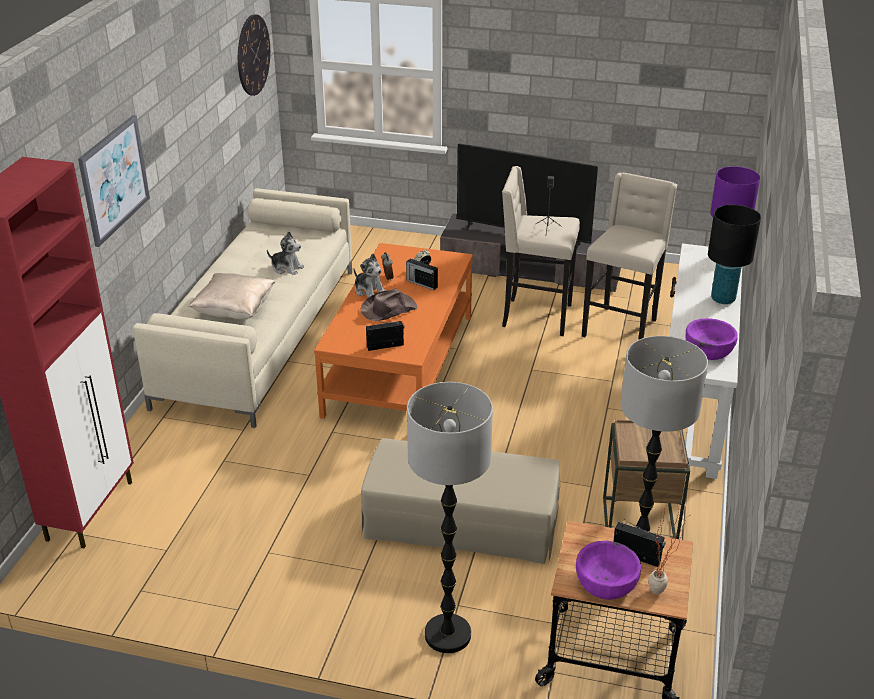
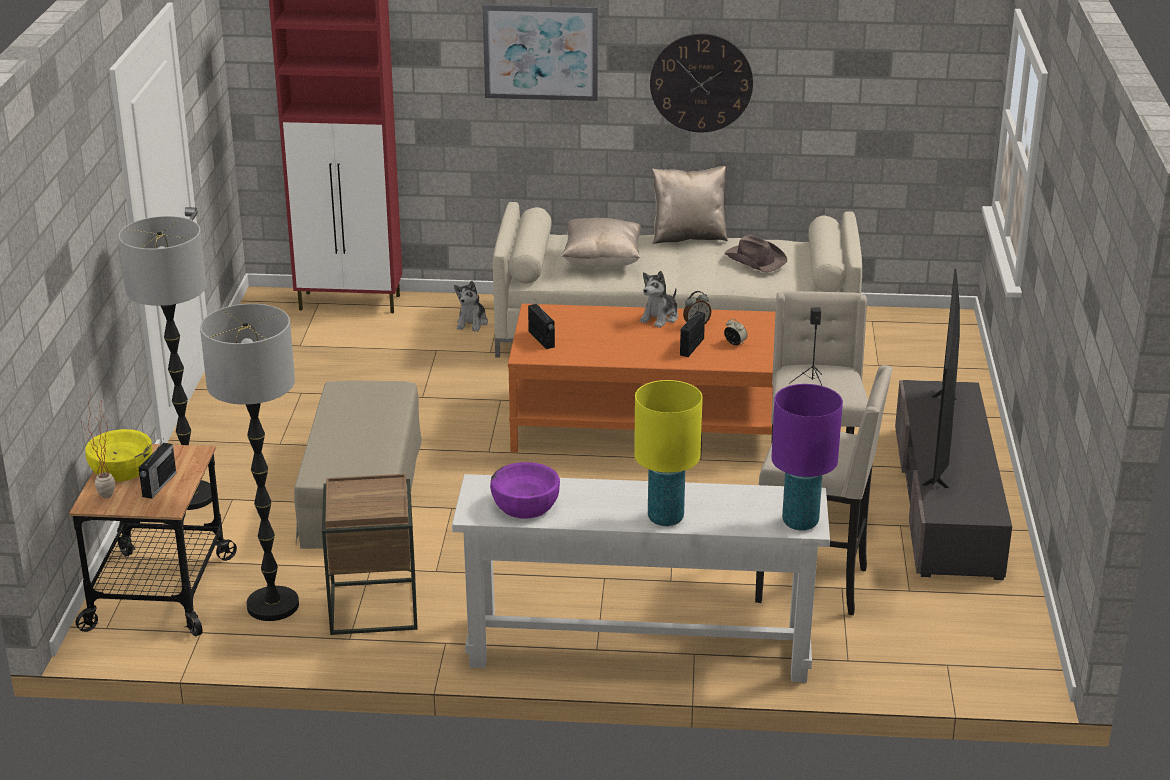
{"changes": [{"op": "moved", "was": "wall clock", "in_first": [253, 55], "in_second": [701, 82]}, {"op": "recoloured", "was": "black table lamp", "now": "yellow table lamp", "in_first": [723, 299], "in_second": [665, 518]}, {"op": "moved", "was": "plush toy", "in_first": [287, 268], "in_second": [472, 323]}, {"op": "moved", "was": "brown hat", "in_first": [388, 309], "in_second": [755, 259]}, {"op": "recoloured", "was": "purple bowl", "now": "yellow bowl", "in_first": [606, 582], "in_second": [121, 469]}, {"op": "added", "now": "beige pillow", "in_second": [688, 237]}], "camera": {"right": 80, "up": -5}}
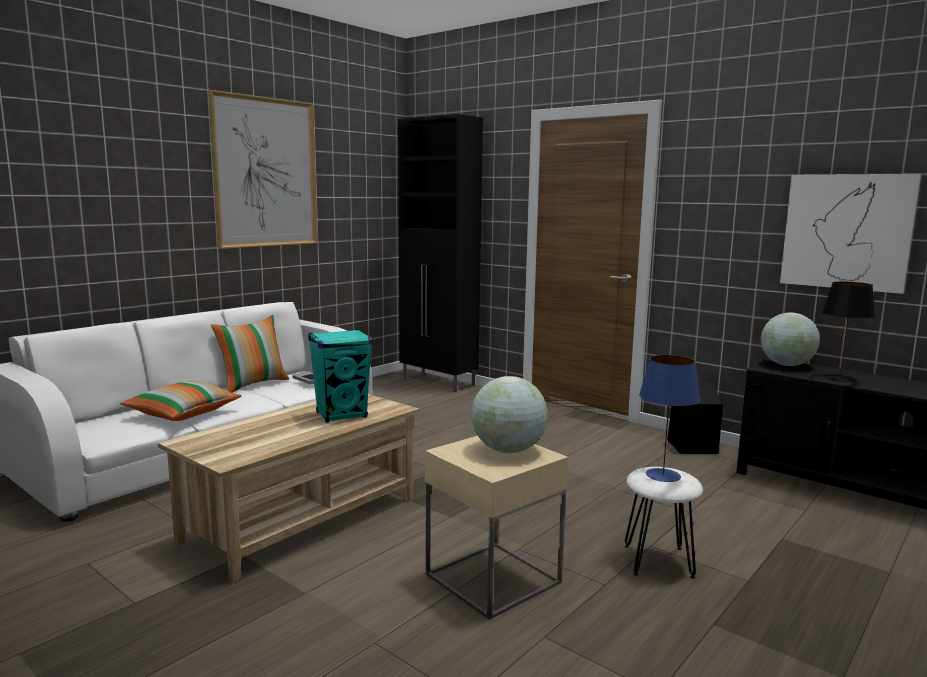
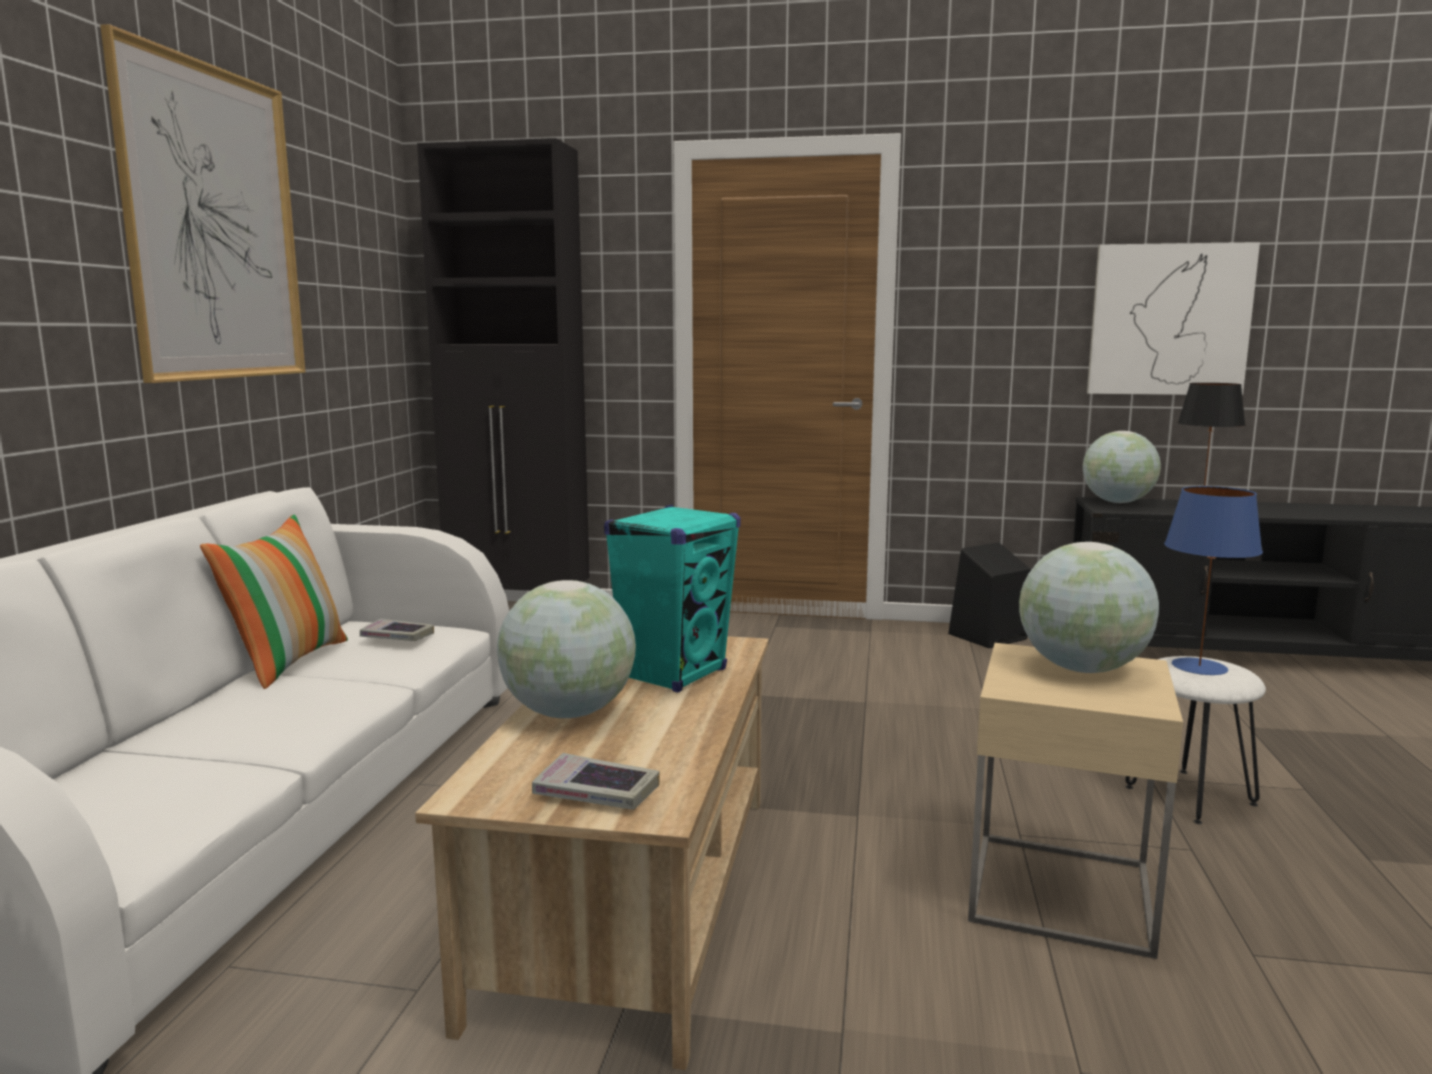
{"changes": [{"op": "removed", "was": "pillow", "in_first": [183, 414]}, {"op": "added", "now": "globe", "in_second": [568, 713]}, {"op": "added", "now": "book", "in_second": [596, 792]}], "camera": {"right": -30, "up": 0}}
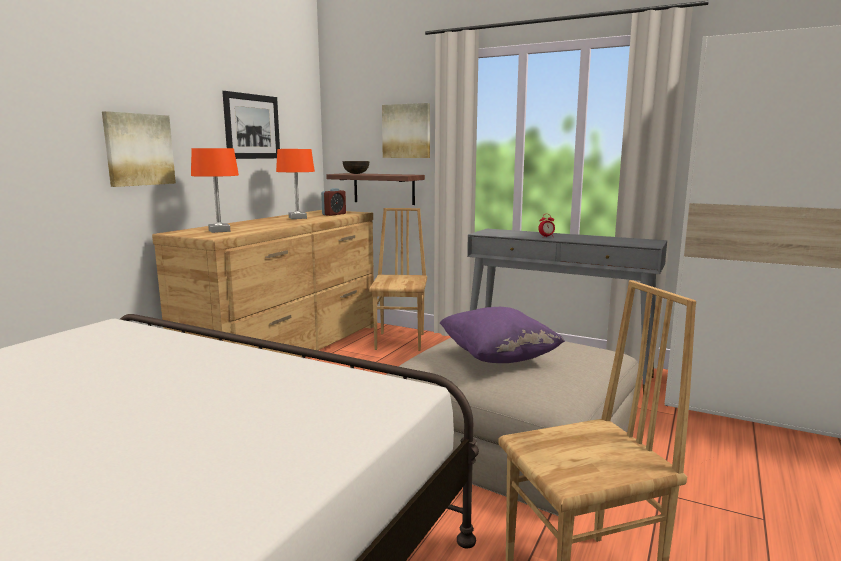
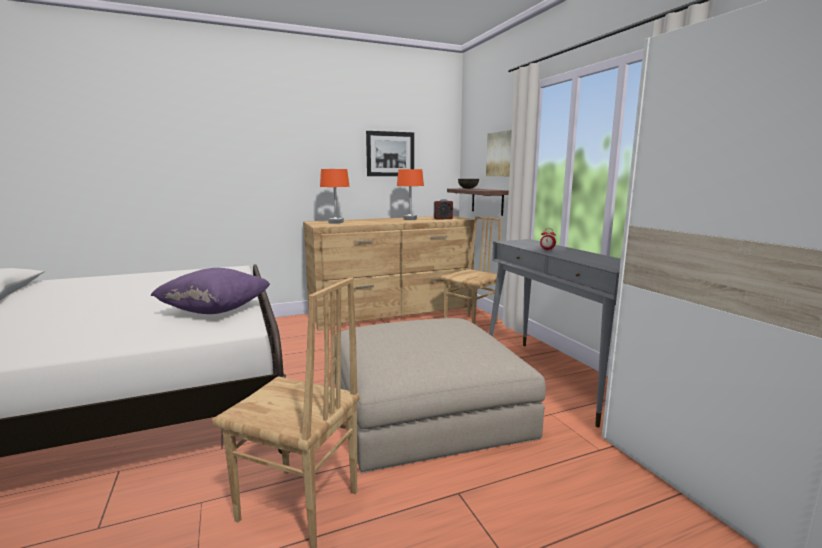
{"changes": [{"op": "removed", "was": "picture", "in_first": [138, 149]}, {"op": "moved", "was": "purple pillow", "in_first": [498, 358], "in_second": [216, 310]}], "camera": {"right": 40, "up": 0}}
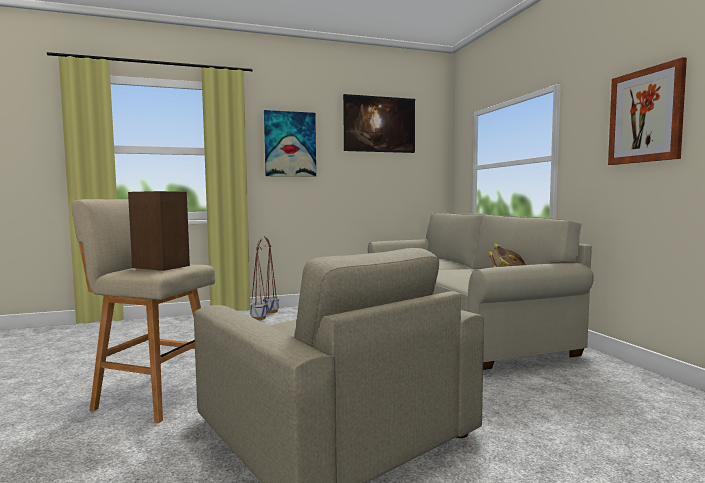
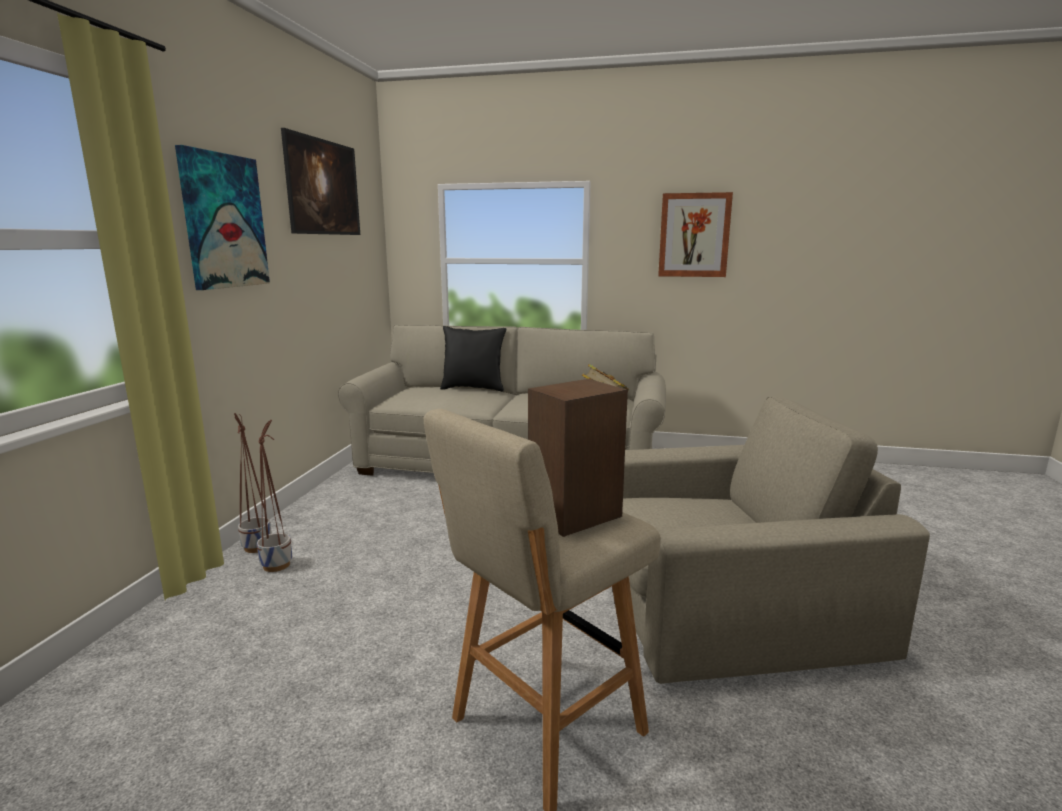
{"changes": [{"op": "added", "now": "black pillow", "in_second": [473, 388]}], "camera": {"right": -60, "up": 10}}
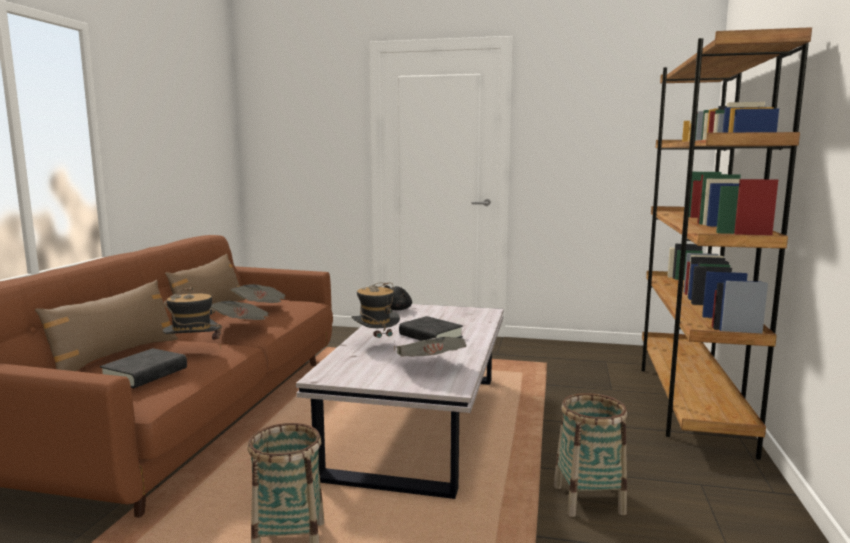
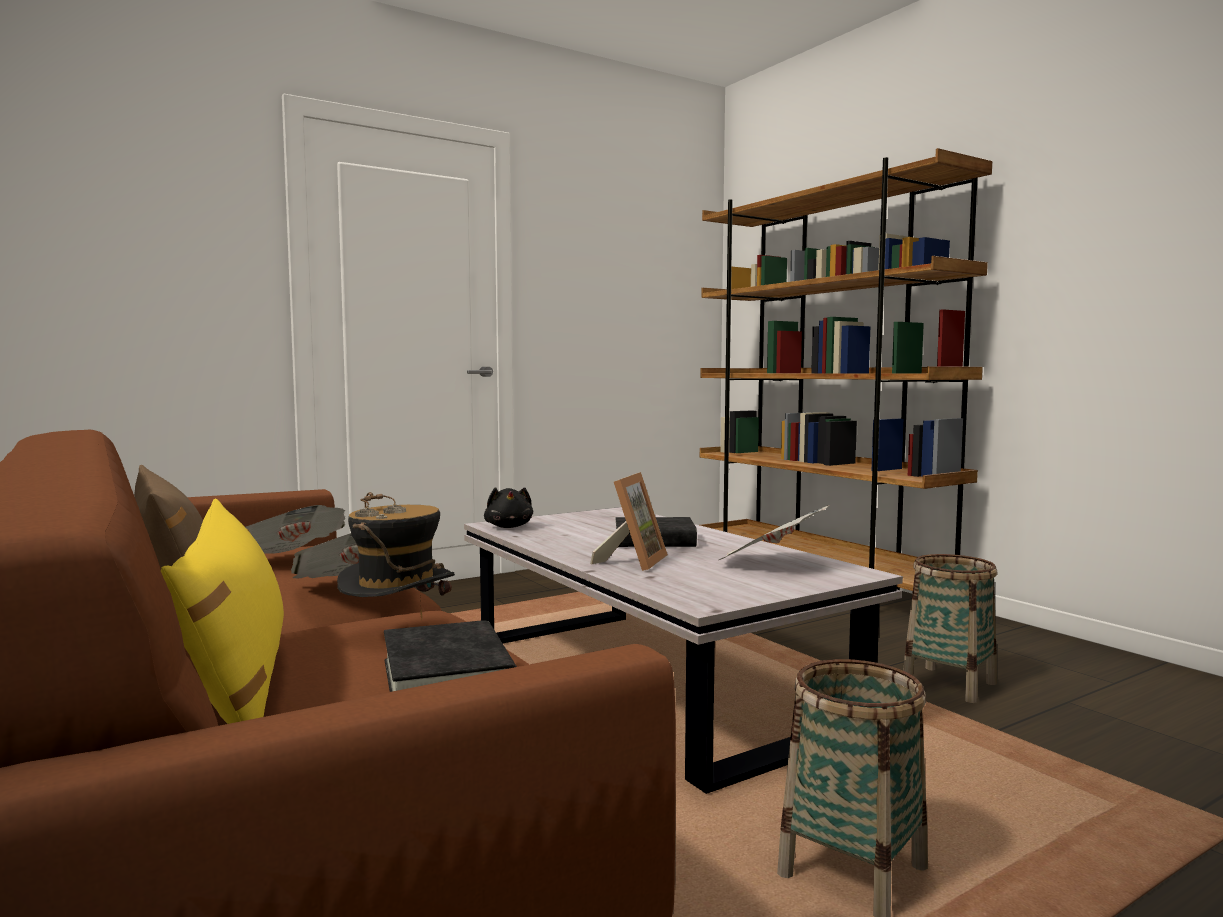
{"changes": [{"op": "recoloured", "was": "brown pillow", "now": "yellow pillow", "in_first": [115, 356], "in_second": [235, 686]}, {"op": "replaced", "was": "hat", "now": "picture frame", "in_first": [376, 345], "in_second": [632, 562]}], "camera": {"right": -45, "up": -5}}
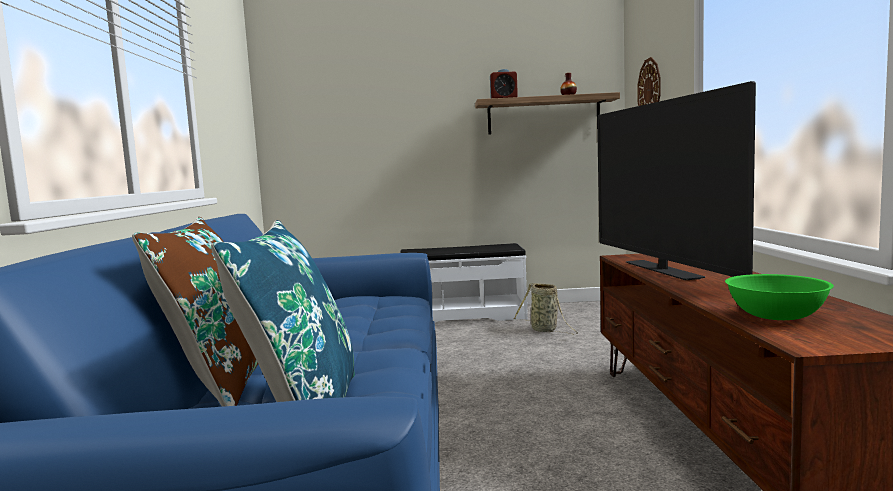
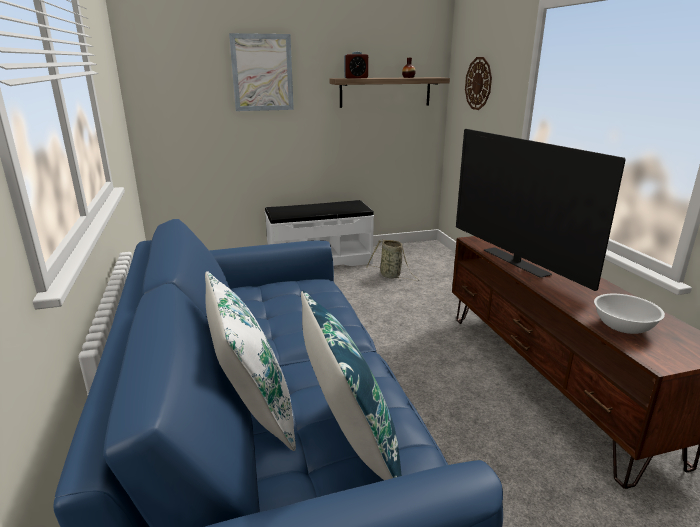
{"changes": [{"op": "recoloured", "was": "brown pillow", "now": "white pillow", "in_first": [221, 382], "in_second": [253, 410]}, {"op": "recoloured", "was": "green bowl", "now": "white bowl", "in_first": [775, 316], "in_second": [623, 327]}, {"op": "added", "now": "picture", "in_second": [262, 73]}], "camera": {"right": -15, "up": 15}}
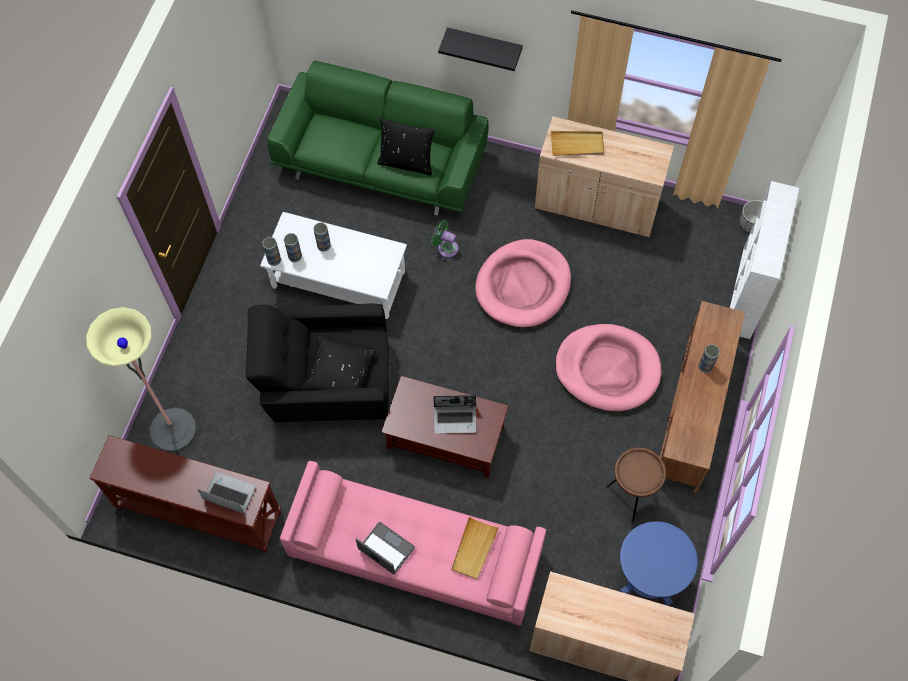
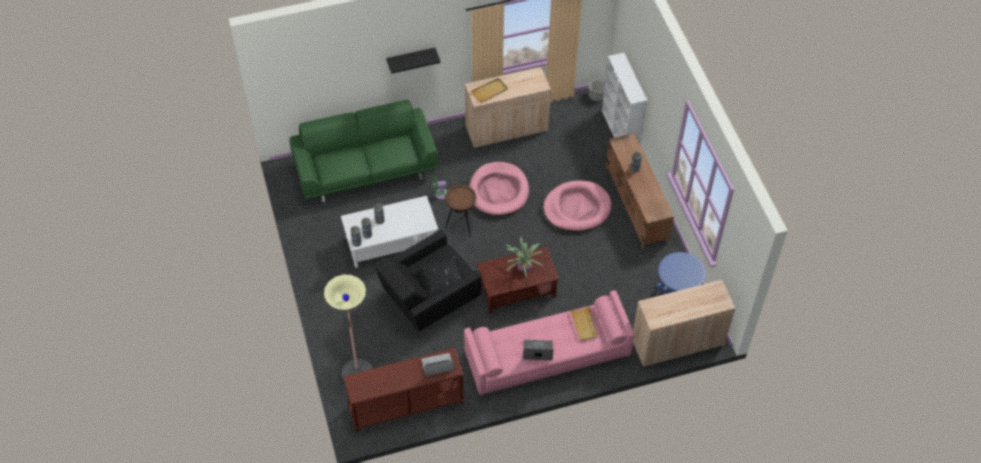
{"changes": [{"op": "removed", "was": "black pillow", "in_first": [407, 162]}, {"op": "replaced", "was": "laptop", "now": "potted plant", "in_first": [455, 419], "in_second": [524, 268]}, {"op": "moved", "was": "brown side table", "in_first": [630, 497], "in_second": [461, 226]}], "camera": {"right": -35, "up": -10}}
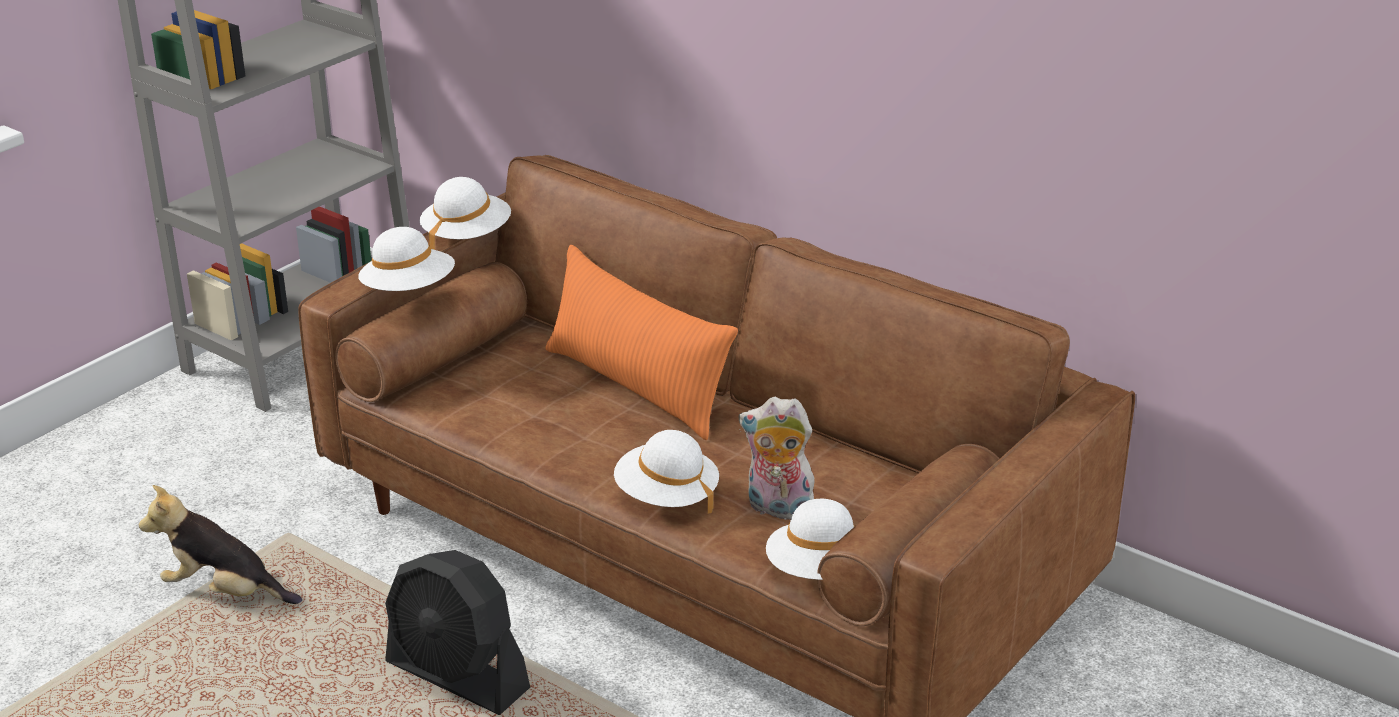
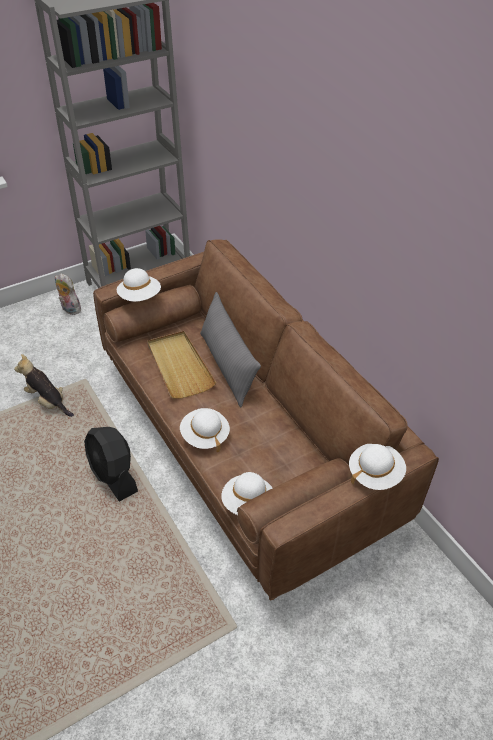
{"changes": [{"op": "moved", "was": "white hat", "in_first": [466, 236], "in_second": [375, 473]}, {"op": "recoloured", "was": "orange pillow", "now": "grey pillow", "in_first": [636, 387], "in_second": [227, 366]}, {"op": "moved", "was": "plush toy", "in_first": [777, 509], "in_second": [69, 309]}, {"op": "added", "now": "beige tray", "in_second": [179, 366]}], "camera": {"right": 20, "up": 15}}
